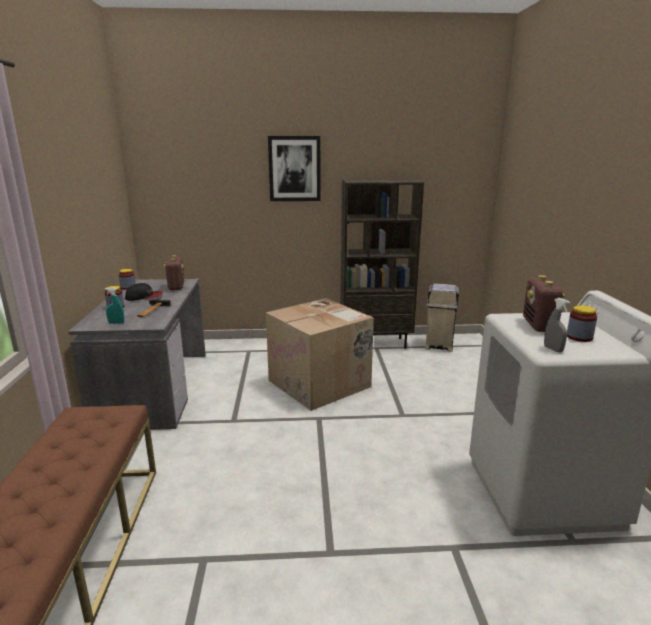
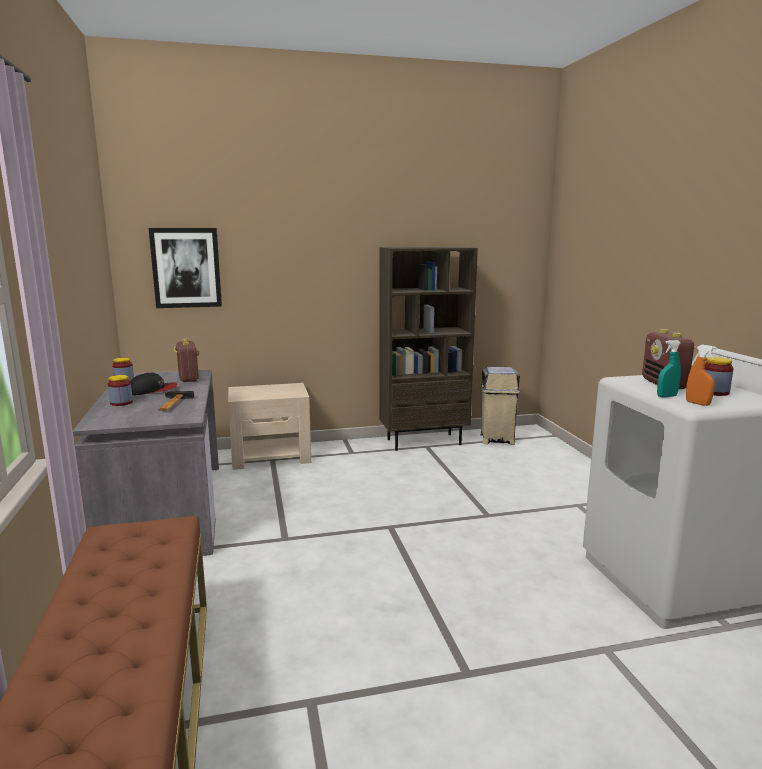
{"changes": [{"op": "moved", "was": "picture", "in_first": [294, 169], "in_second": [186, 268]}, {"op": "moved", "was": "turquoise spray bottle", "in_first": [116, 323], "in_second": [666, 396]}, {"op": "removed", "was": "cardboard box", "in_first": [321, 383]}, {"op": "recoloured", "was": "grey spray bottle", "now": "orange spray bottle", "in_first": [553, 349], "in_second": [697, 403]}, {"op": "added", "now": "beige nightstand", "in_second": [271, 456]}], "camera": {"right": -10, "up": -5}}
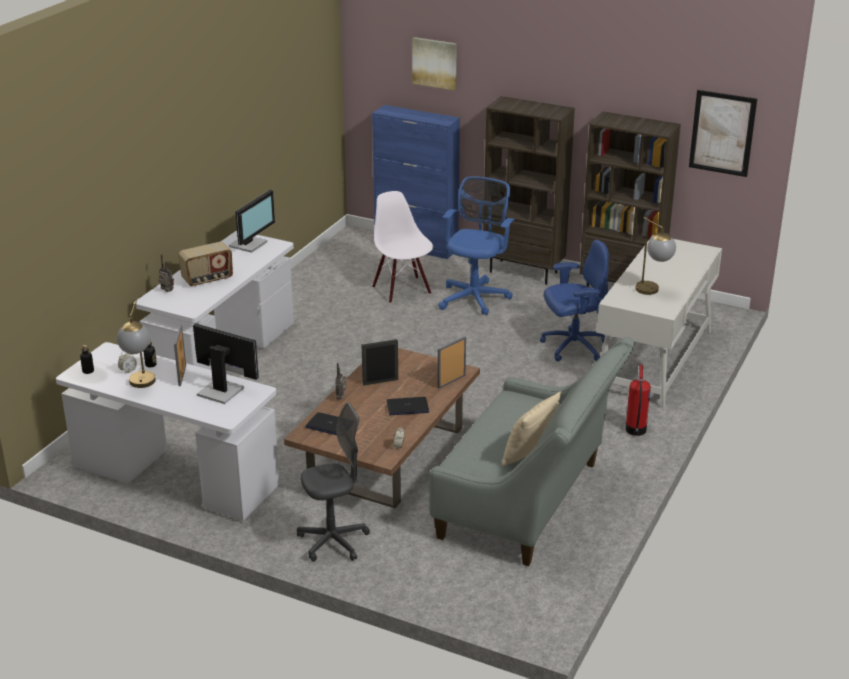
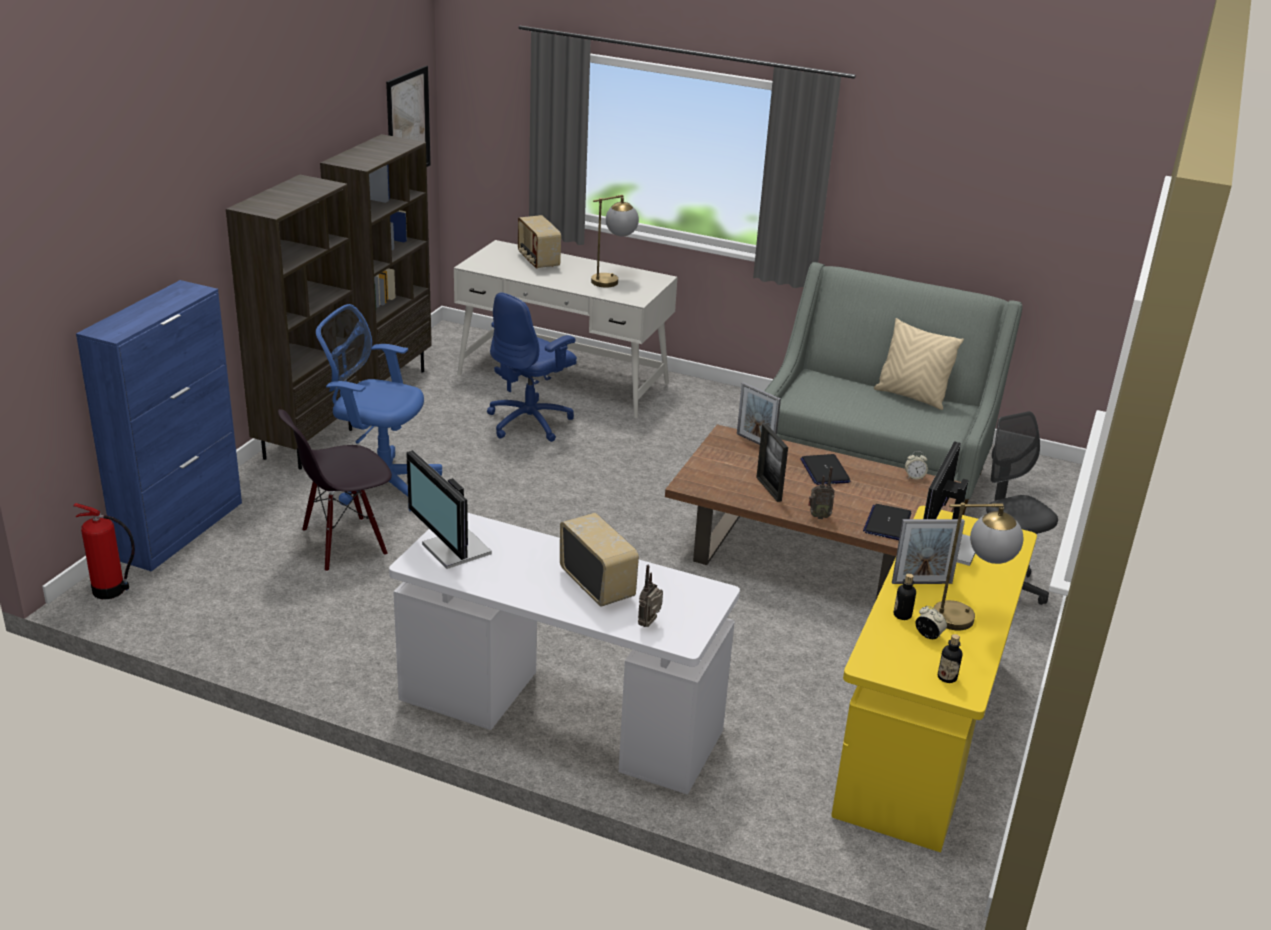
{"changes": [{"op": "removed", "was": "picture", "in_first": [435, 63]}, {"op": "turned", "was": "monitor", "in_first": [250, 244], "in_second": [454, 550], "clockwise": -150}, {"op": "recoloured", "was": "white chair", "now": "black chair", "in_first": [402, 290], "in_second": [343, 543]}, {"op": "turned", "was": "blue office chair", "in_first": [573, 347], "in_second": [530, 422], "clockwise": -120}, {"op": "recoloured", "was": "white desk", "now": "yellow desk", "in_first": [175, 477], "in_second": [921, 735]}, {"op": "moved", "was": "fire extinguisher", "in_first": [635, 430], "in_second": [111, 591]}, {"op": "added", "now": "radio", "in_second": [537, 261]}], "camera": {"right": -95, "up": 0}}
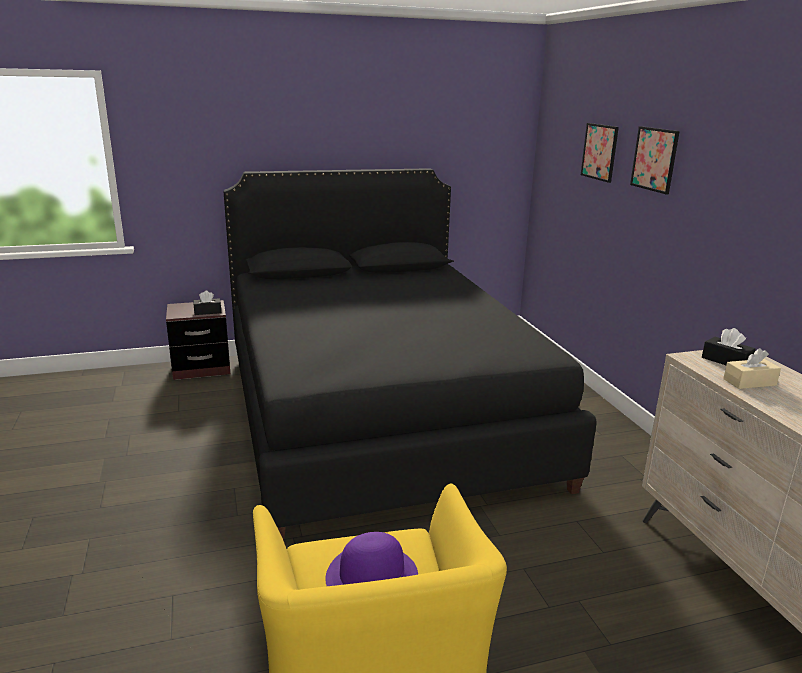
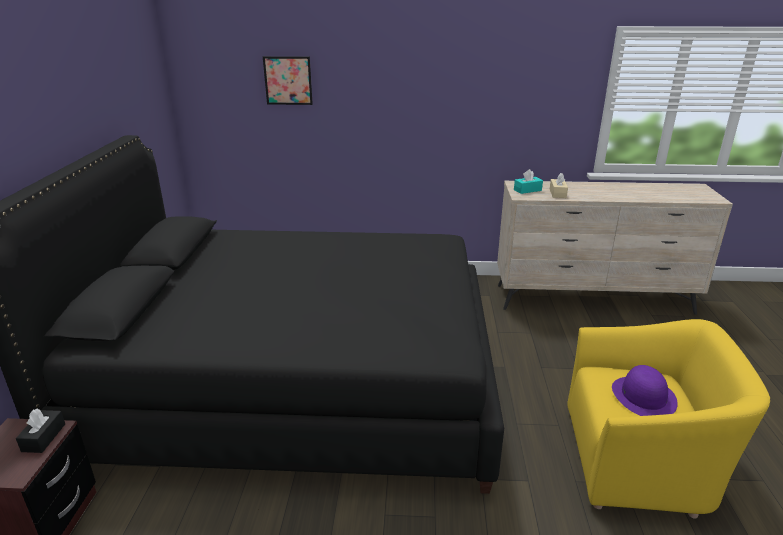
{"changes": [{"op": "removed", "was": "picture", "in_first": [654, 159]}, {"op": "recoloured", "was": "black tissue box", "now": "turquoise tissue box", "in_first": [726, 361], "in_second": [527, 190]}], "camera": {"right": -70, "up": 5}}
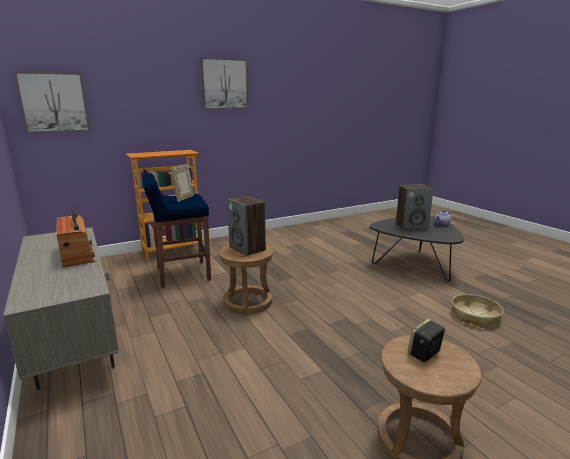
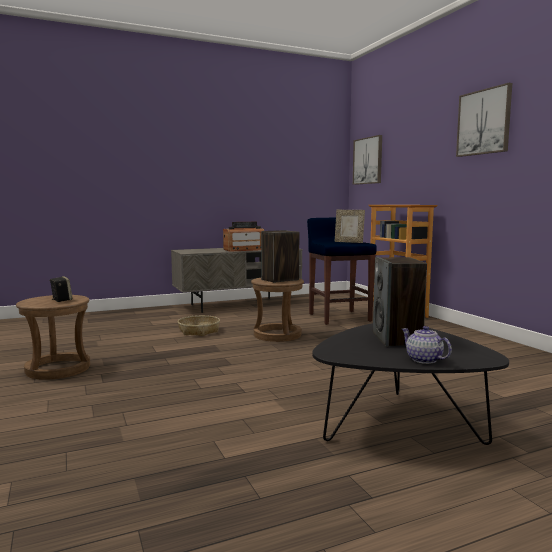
{"changes": [{"op": "moved", "was": "basket", "in_first": [475, 316], "in_second": [199, 331]}], "camera": {"right": 95, "up": -10}}
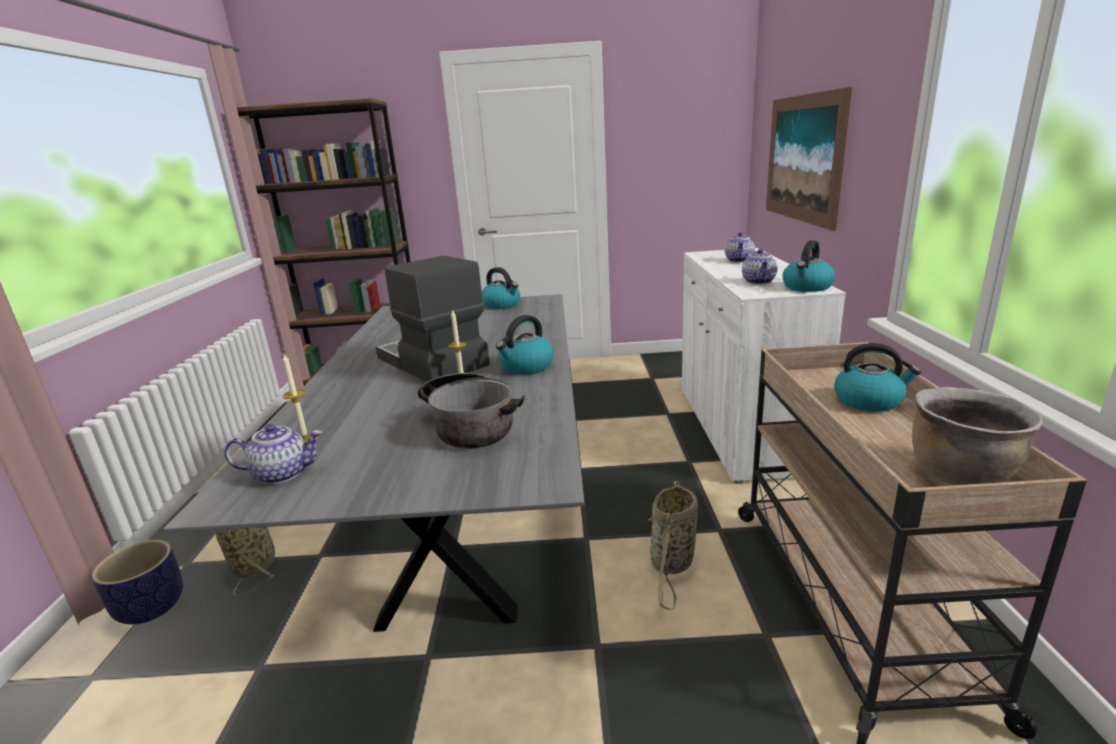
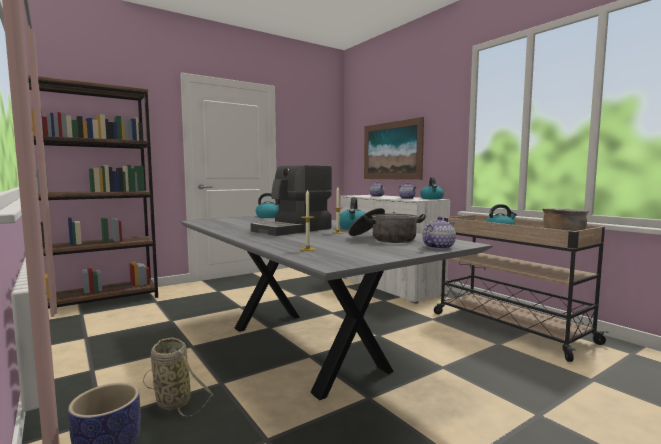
{"changes": [{"op": "turned", "was": "coffee machine", "in_first": [431, 362], "in_second": [293, 230], "clockwise": -60}, {"op": "moved", "was": "teapot", "in_first": [283, 473], "in_second": [438, 247]}, {"op": "removed", "was": "basket", "in_first": [671, 565]}], "camera": {"right": -35, "up": -15}}
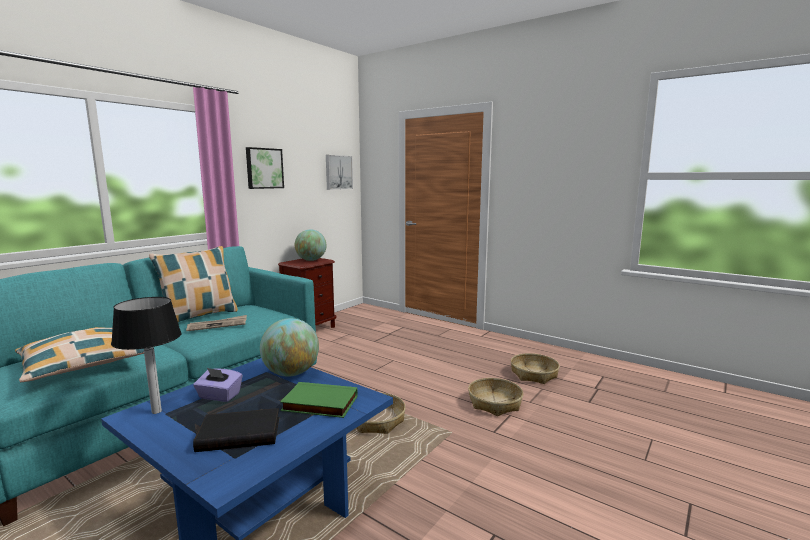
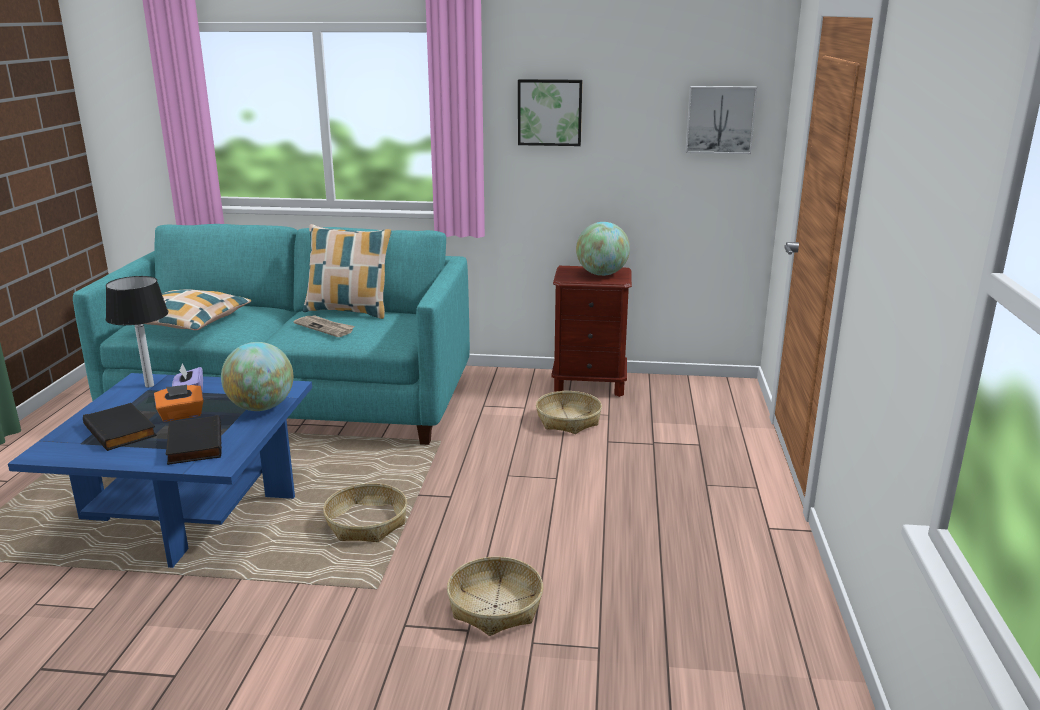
{"changes": [{"op": "moved", "was": "basket", "in_first": [534, 374], "in_second": [568, 420]}, {"op": "recoloured", "was": "green book", "now": "black book", "in_first": [319, 404], "in_second": [193, 444]}, {"op": "added", "now": "orange tissue box", "in_second": [181, 415]}], "camera": {"right": 60, "up": 10}}
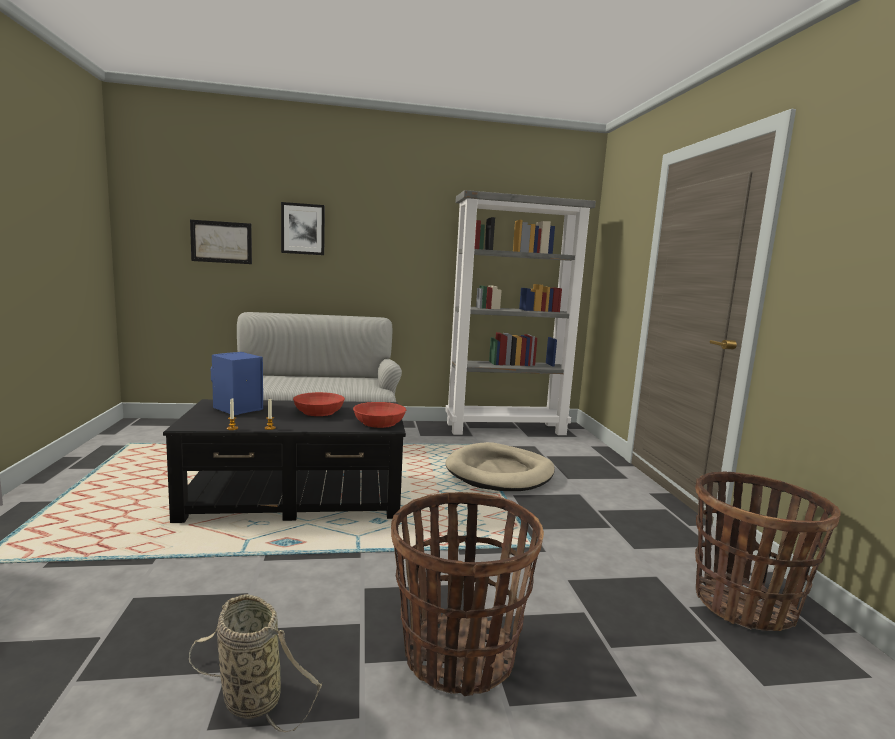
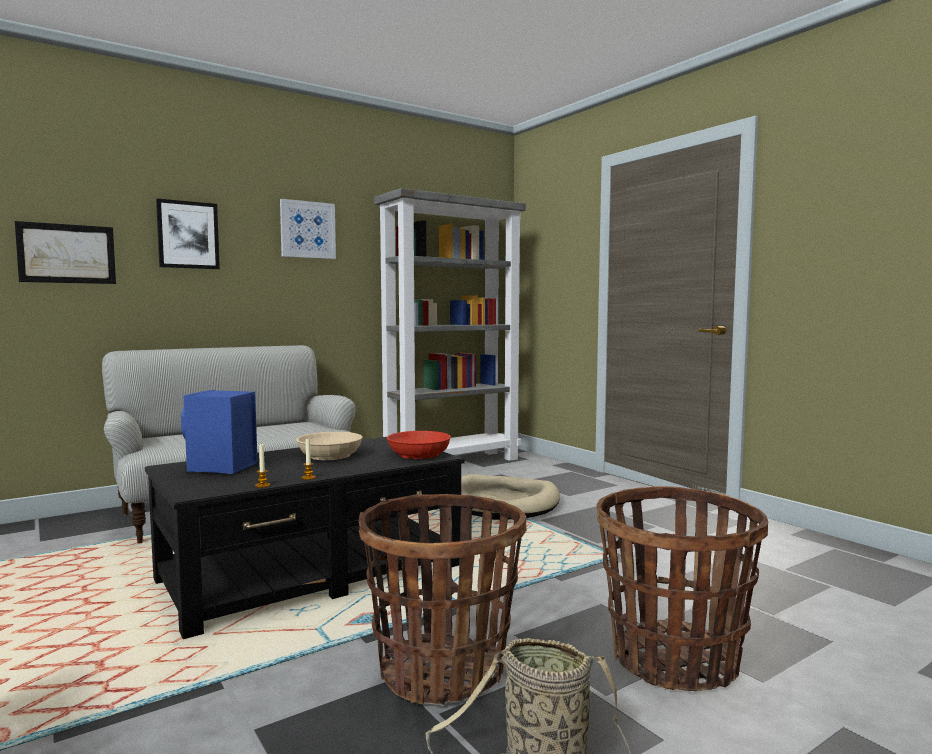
{"changes": [{"op": "recoloured", "was": "red bowl", "now": "beige bowl", "in_first": [319, 411], "in_second": [330, 455]}, {"op": "moved", "was": "basket", "in_first": [744, 604], "in_second": [442, 671]}, {"op": "added", "now": "picture", "in_second": [307, 230]}], "camera": {"right": -25, "up": -5}}
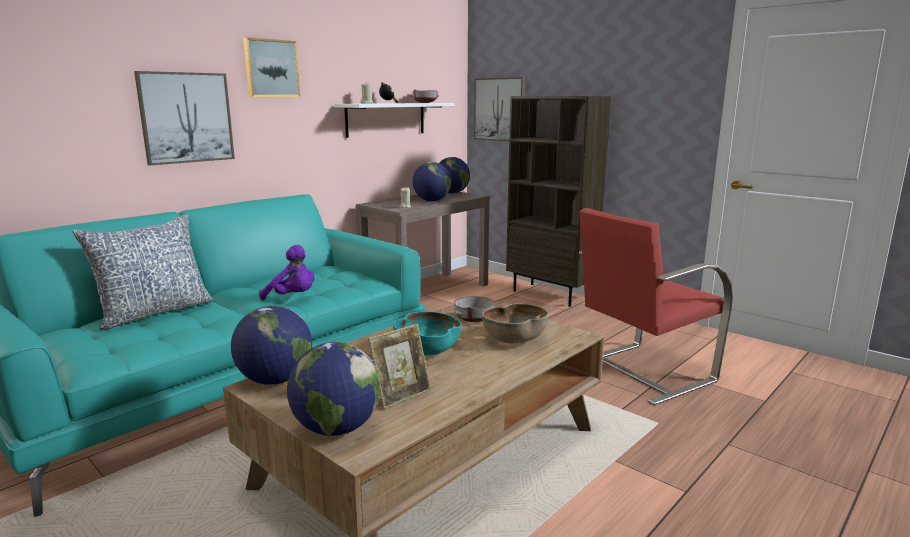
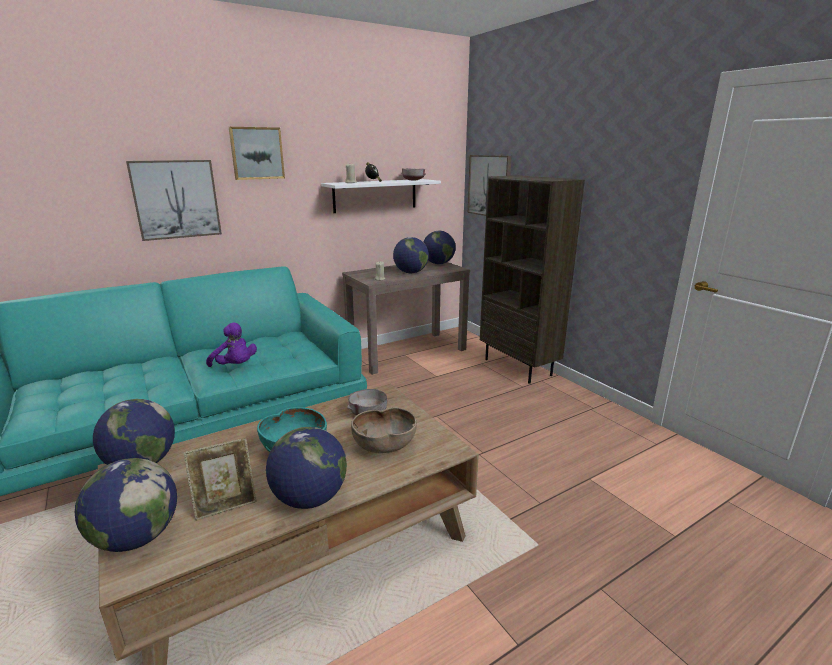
{"changes": [{"op": "removed", "was": "red armchair", "in_first": [642, 372]}, {"op": "removed", "was": "pillow", "in_first": [154, 312]}, {"op": "added", "now": "globe", "in_second": [310, 498]}], "camera": {"right": 15, "up": 5}}
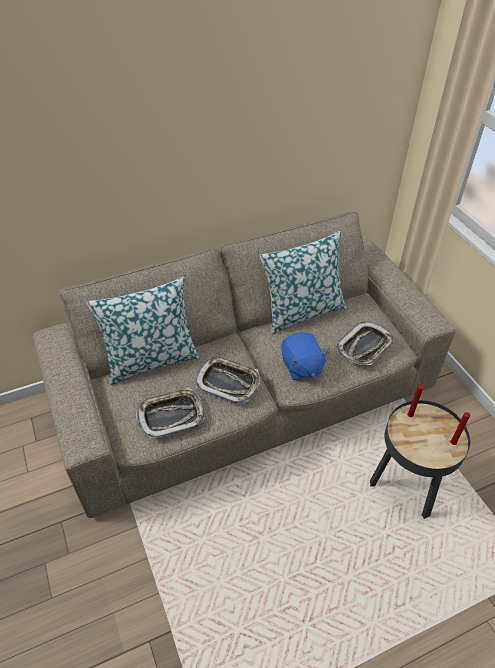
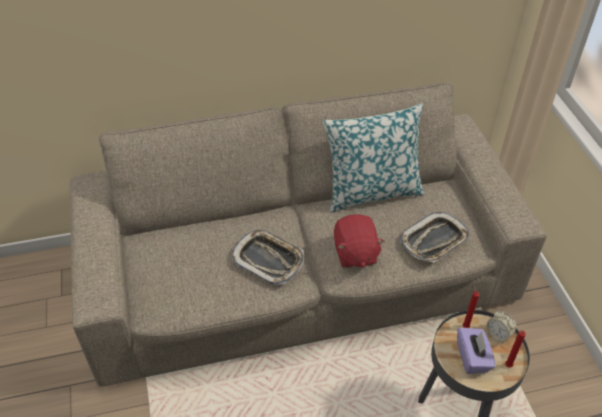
{"changes": [{"op": "removed", "was": "pillow", "in_first": [151, 360]}, {"op": "recoloured", "was": "blue plush toy", "now": "red plush toy", "in_first": [301, 366], "in_second": [355, 253]}, {"op": "removed", "was": "tray", "in_first": [171, 415]}, {"op": "added", "now": "alarm clock", "in_second": [498, 334]}, {"op": "added", "now": "purple tissue box", "in_second": [472, 358]}], "camera": {"right": 10, "up": 0}}
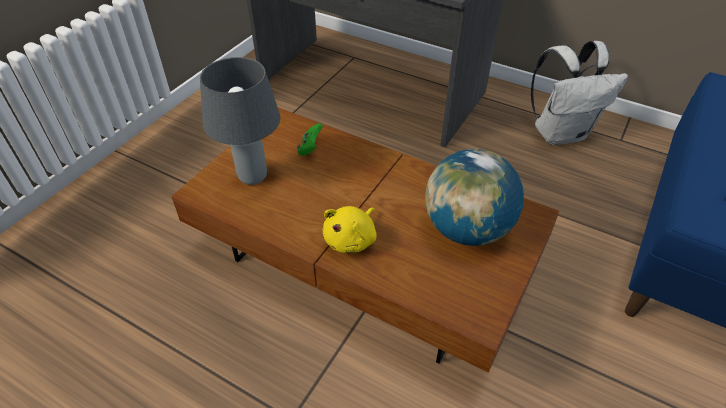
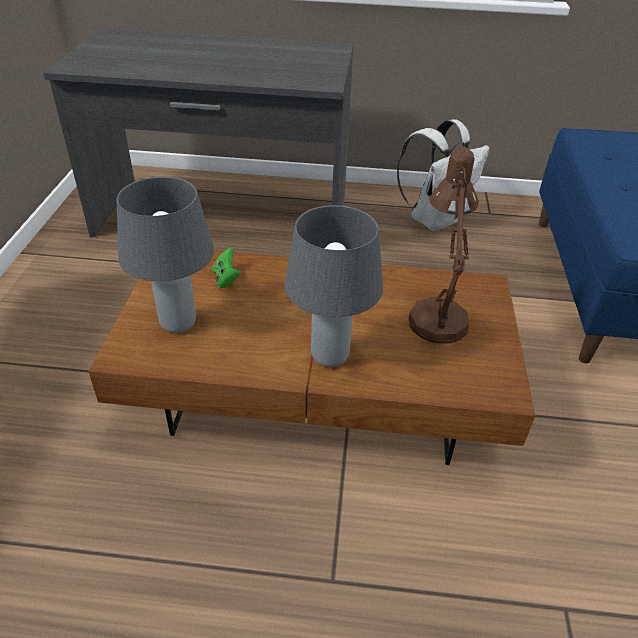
{"changes": [{"op": "replaced", "was": "globe", "now": "brown table lamp", "in_first": [467, 229], "in_second": [437, 314]}, {"op": "replaced", "was": "yellow plush toy", "now": "grey table lamp", "in_first": [352, 239], "in_second": [331, 356]}], "camera": {"right": -25, "up": -5}}
